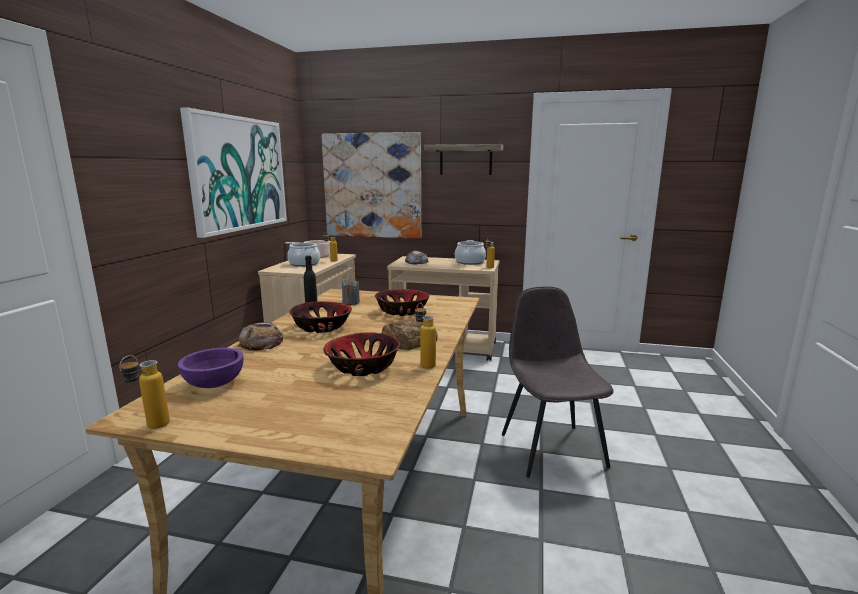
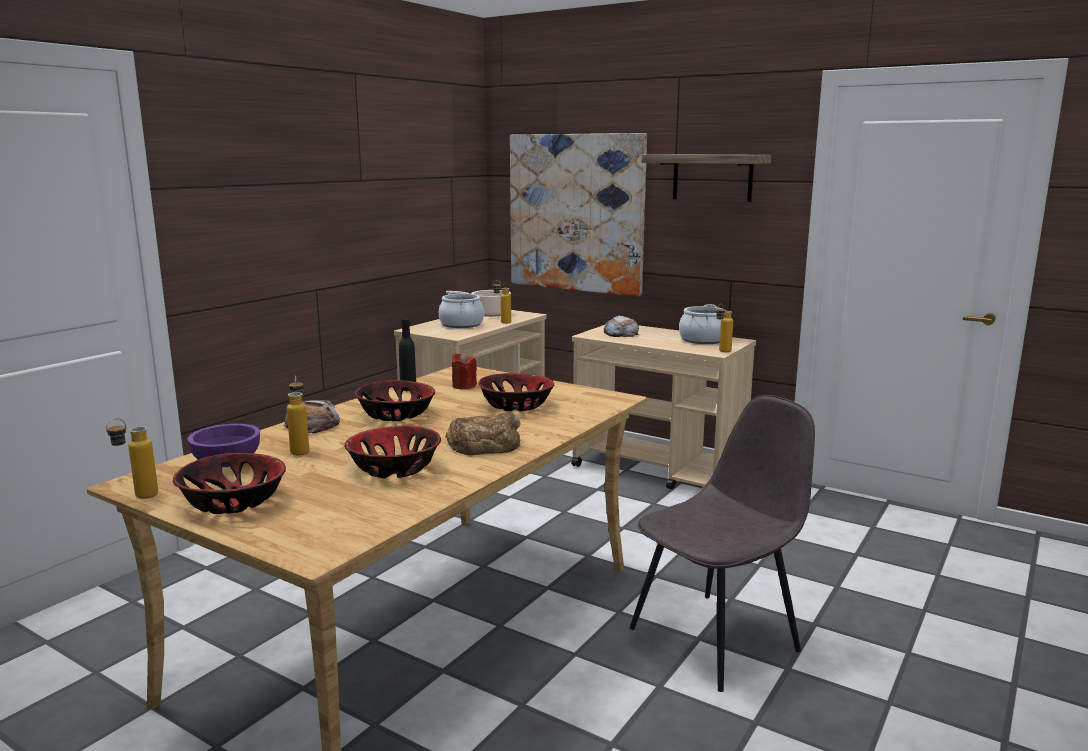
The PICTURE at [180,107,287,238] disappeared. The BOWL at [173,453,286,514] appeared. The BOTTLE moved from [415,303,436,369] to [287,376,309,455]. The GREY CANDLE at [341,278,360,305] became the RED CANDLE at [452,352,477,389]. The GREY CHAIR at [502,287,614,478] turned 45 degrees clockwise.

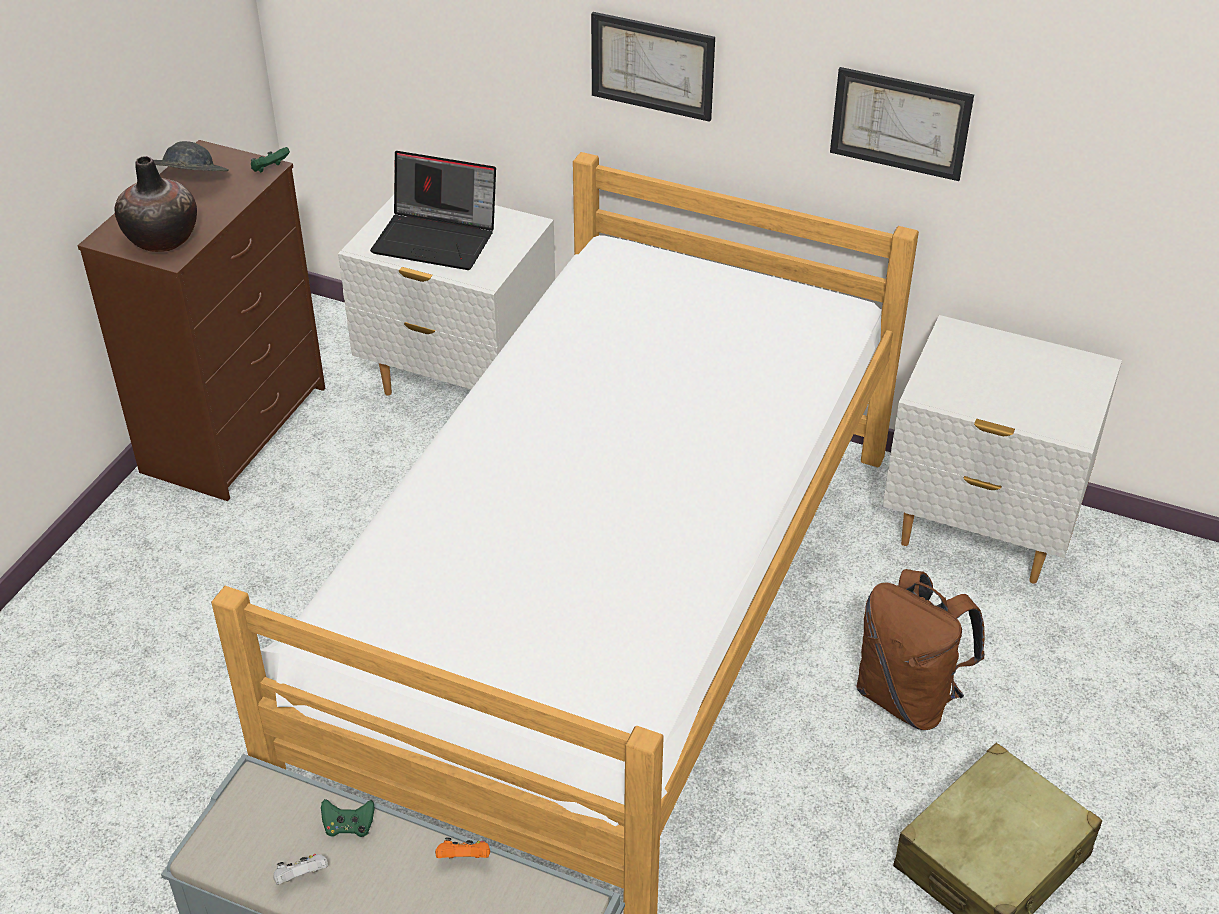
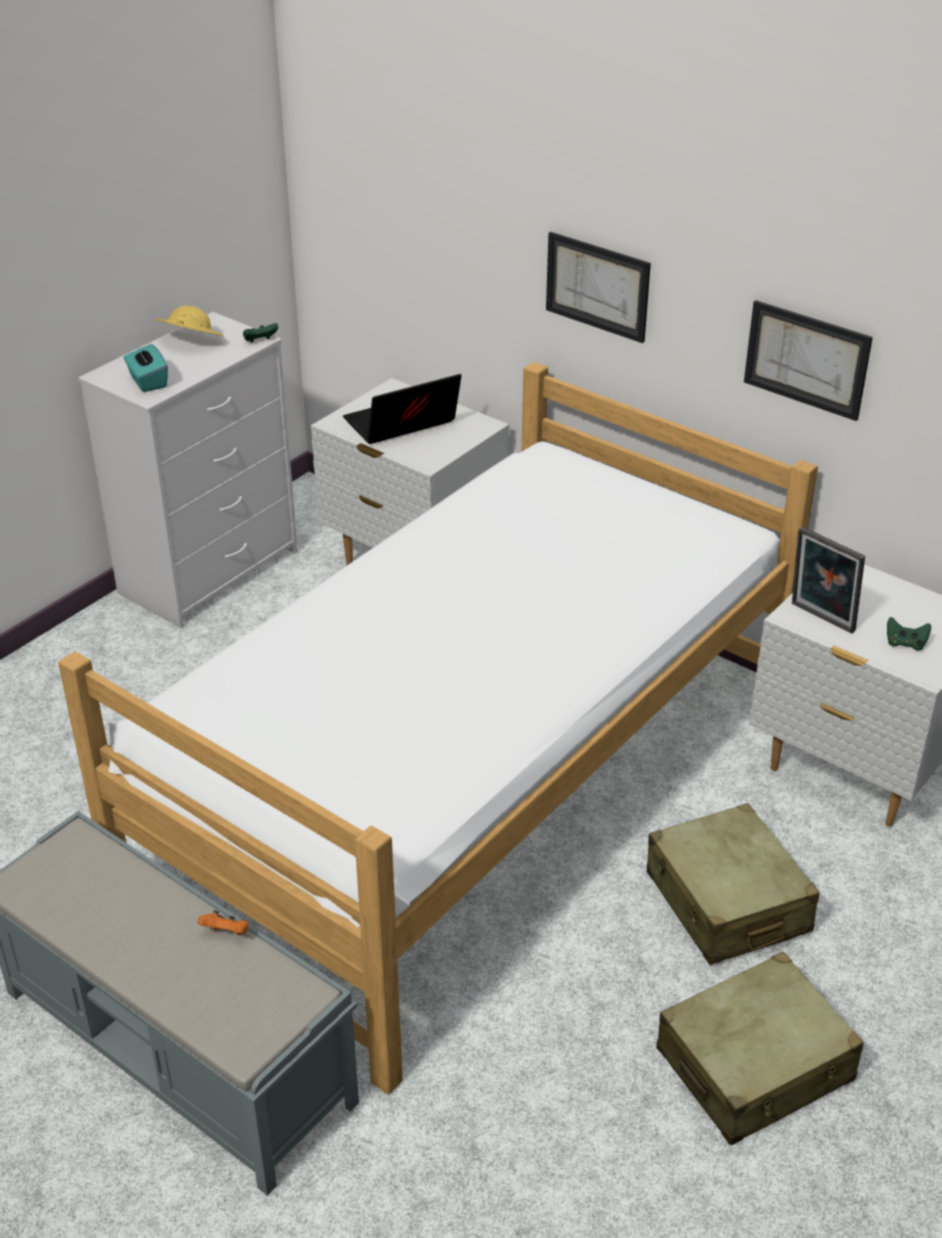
The WHITE GAME CONTROLLER at [273,854,328,885] disappeared. The PICTURE FRAME at [792,527,865,634] appeared. The GREEN GAME CONTROLLER moved from [321,799,375,837] to [887,617,931,651]. The VASE at [115,156,197,252] was replaced by the TURQUOISE TISSUE BOX at [124,344,168,392]. The BROWN BACKPACK at [857,569,985,730] was replaced by the BEIGE SUITCASE at [647,803,820,965]. The BROWN DRESSER at [78,140,325,501] became the WHITE DRESSER at [78,312,298,628]. The GREY HAT at [153,141,229,171] became the YELLOW HAT at [155,305,224,336]. The LAPTOP at [370,151,496,270] turned 120 degrees clockwise.

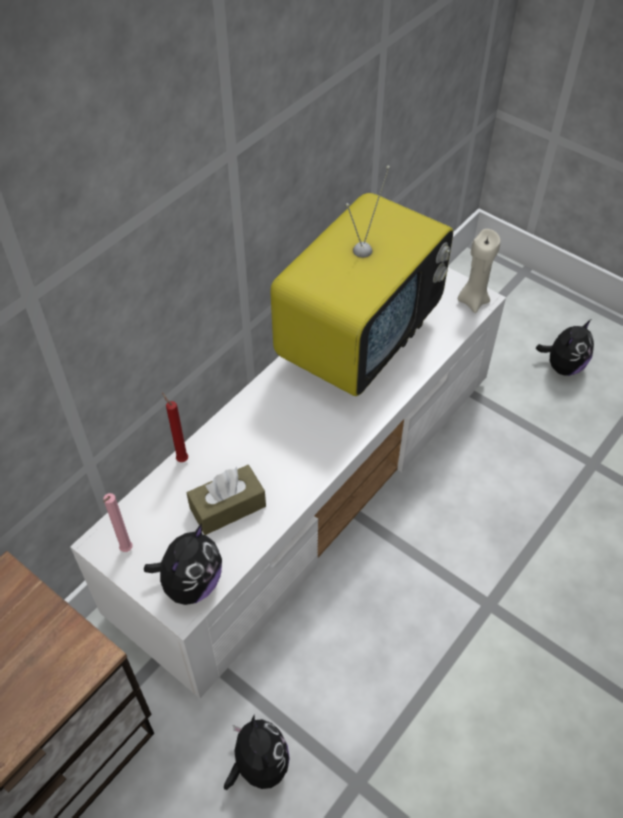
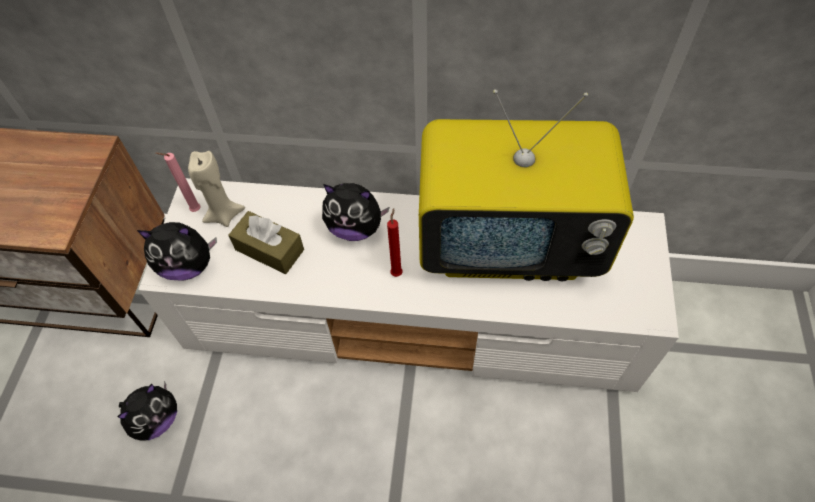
The RED CANDLE moved from [162,393,188,462] to [387,208,403,277]. The BEIGE CANDLE moved from [458,229,500,313] to [188,151,245,227]. The PLUSH TOY moved from [536,319,594,376] to [322,183,389,241].

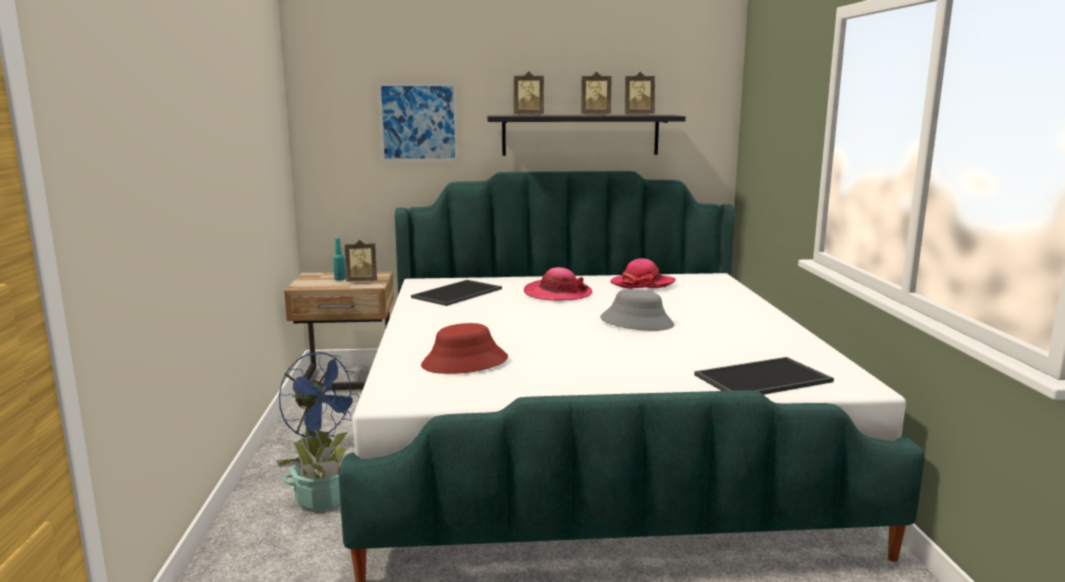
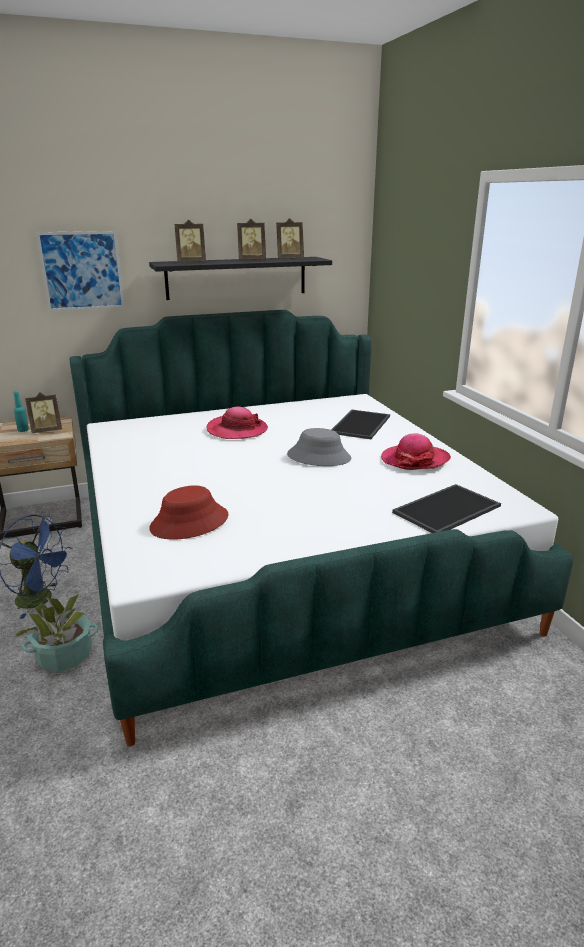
The TRAY moved from [411,280,502,306] to [331,410,390,439]. The HAT moved from [610,258,676,289] to [381,434,451,470].

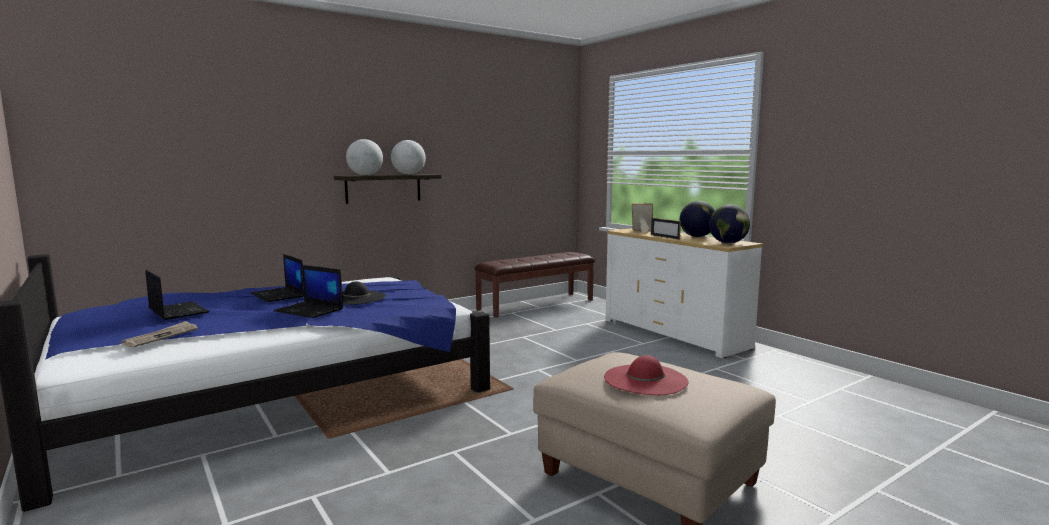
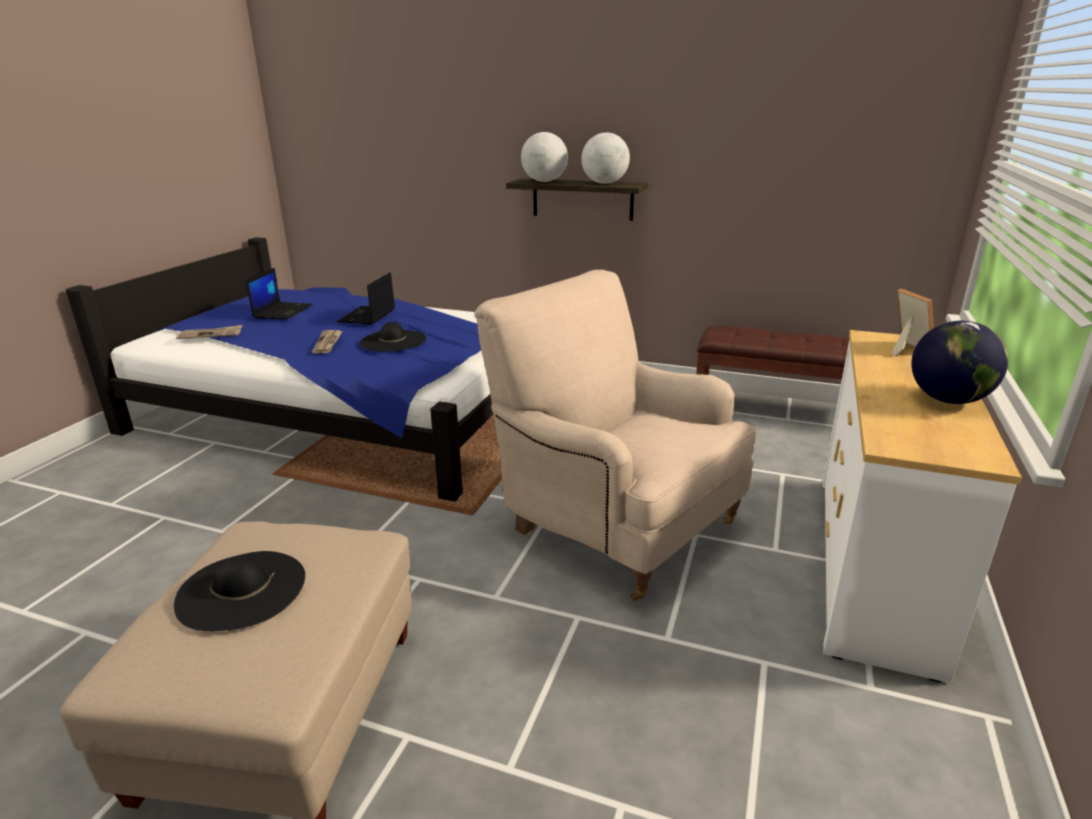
The PICTURE FRAME at [651,218,681,240] disappeared. The GLOBE at [709,204,750,244] disappeared. The BEIGE ARMCHAIR at [474,270,756,601] appeared. The LAPTOP at [273,265,343,318] was replaced by the NEWSPAPER at [312,330,343,354]. The RED HAT at [604,355,689,395] became the BLACK HAT at [174,551,305,631].

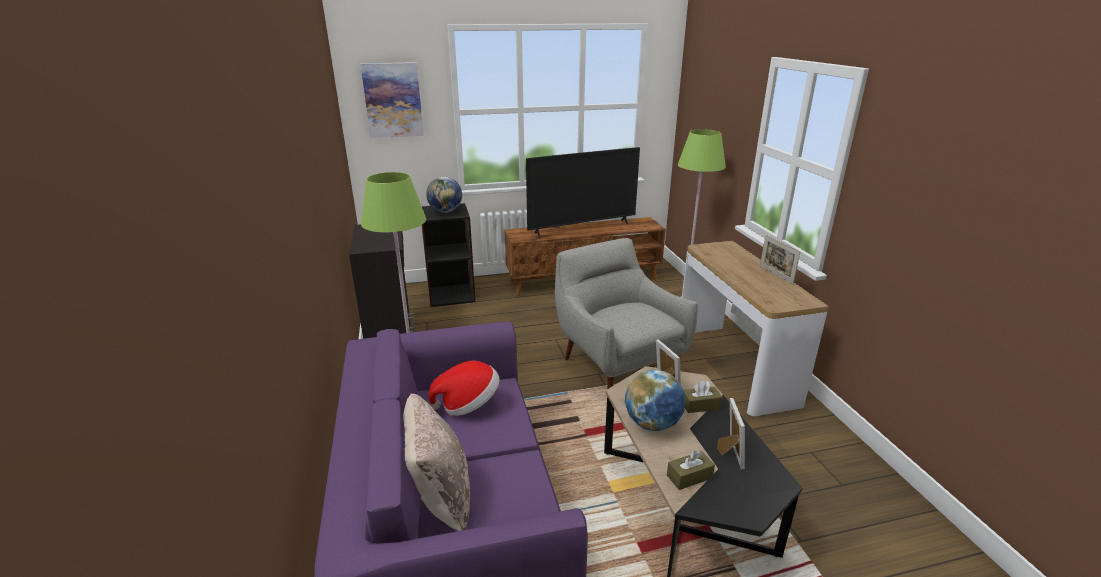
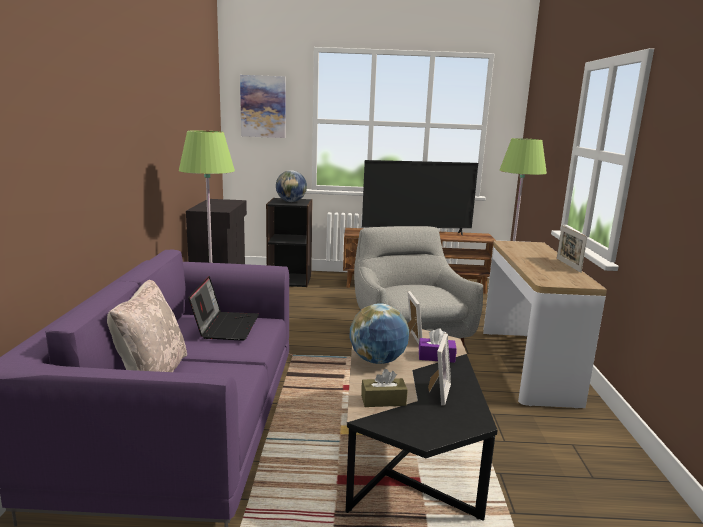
The HAT at [429,361,500,416] was replaced by the LAPTOP at [188,276,259,341]. The BROWN TISSUE BOX at [684,380,723,413] became the PURPLE TISSUE BOX at [419,328,457,363].

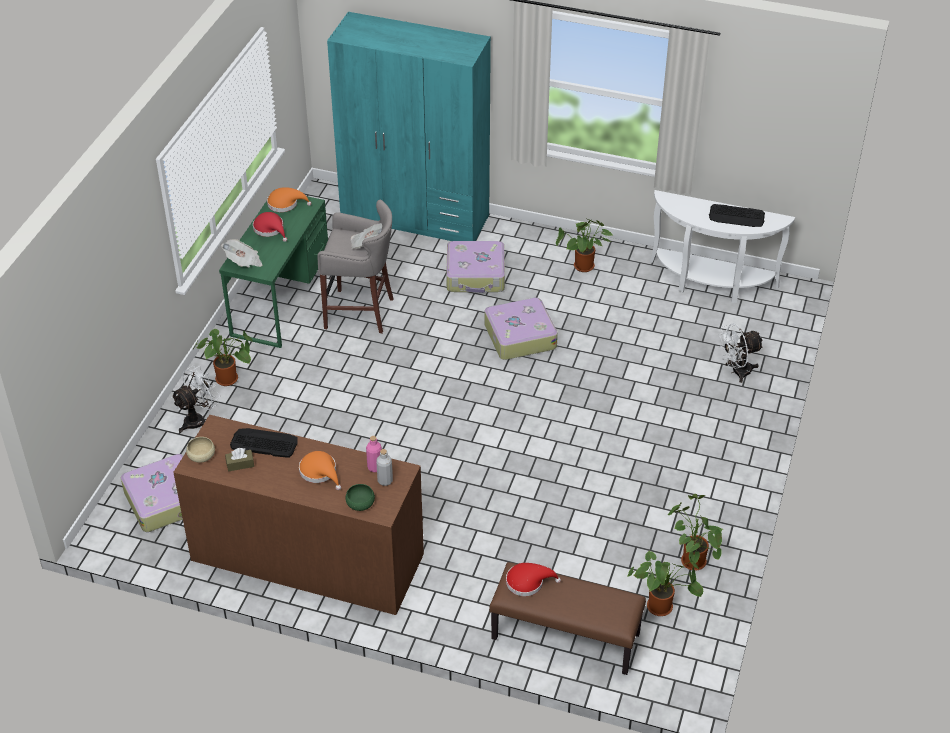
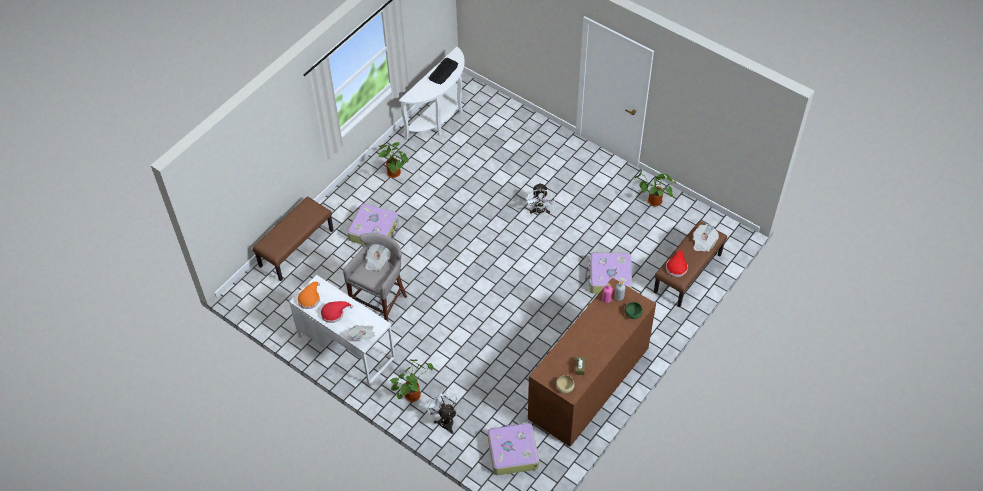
The KEYBOARD at [230,428,298,458] disappeared. The ORANGE HAT at [299,451,341,490] disappeared. The POTTED PLANT at [628,551,703,616] disappeared. The NEWSPAPER at [693,224,719,252] appeared. The SUITCASE moved from [484,297,558,360] to [585,252,632,294]. The WHITE FAN moved from [718,323,764,383] to [526,183,555,214]. The TURQUOISE WARDROBE at [327,11,491,241] was replaced by the BROWN BENCH at [252,197,334,281]. The GREEN DESK at [219,196,328,348] became the WHITE DESK at [289,275,395,385].

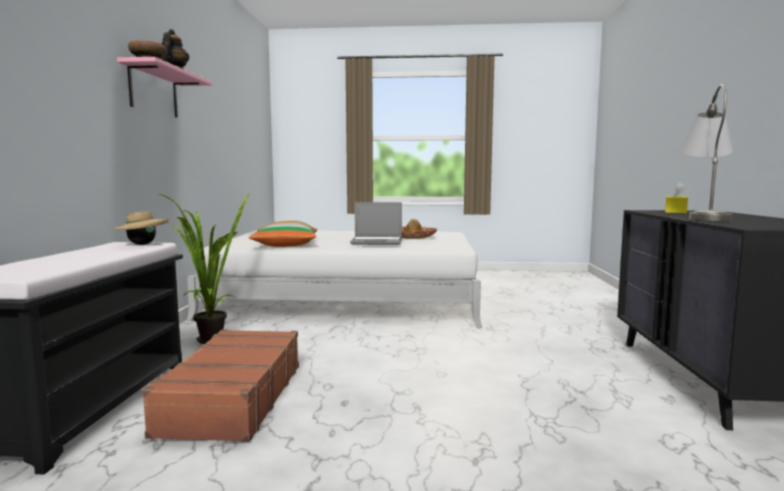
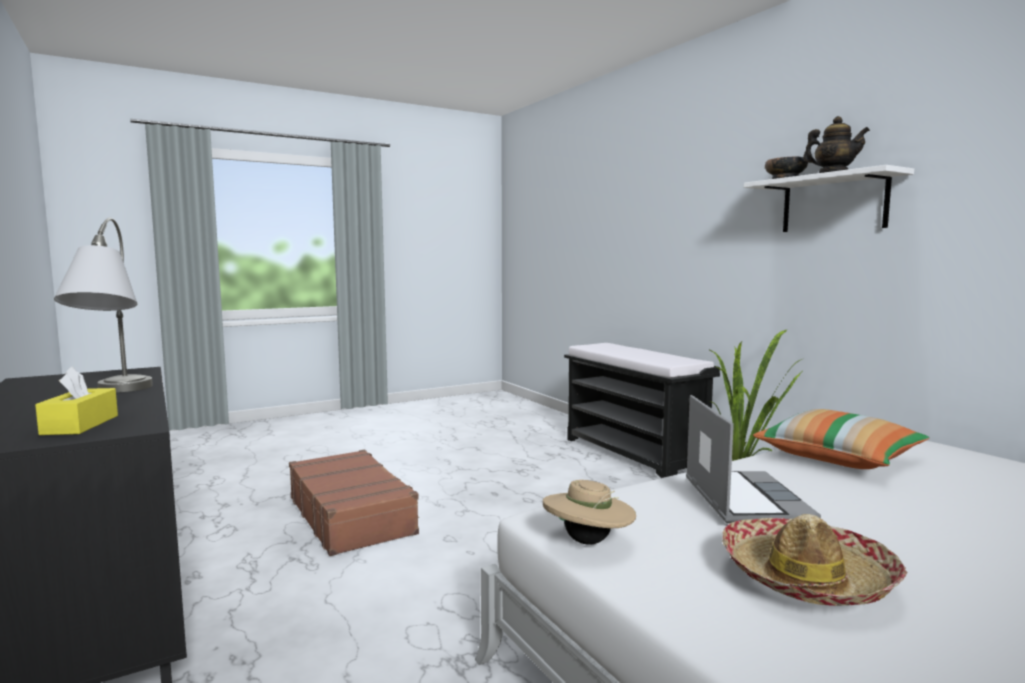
The BEIGE HAT moved from [113,210,169,245] to [543,480,636,545]. The BROWN SUITCASE moved from [142,329,299,442] to [289,450,419,556]. The PINK SHELF at [117,57,212,118] became the WHITE SHELF at [744,165,914,232]. The LAPTOP at [350,202,402,245] turned 120 degrees clockwise.

